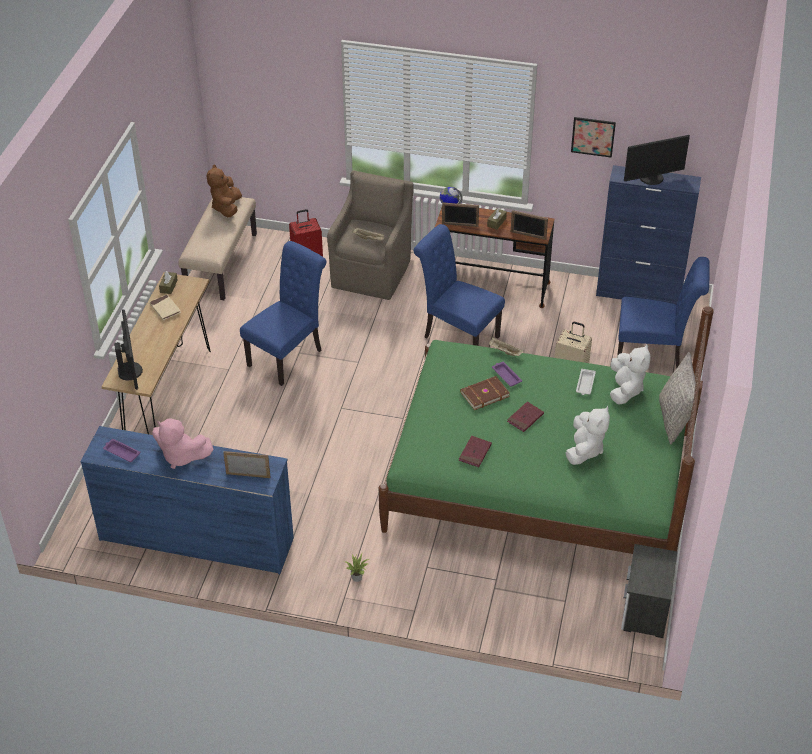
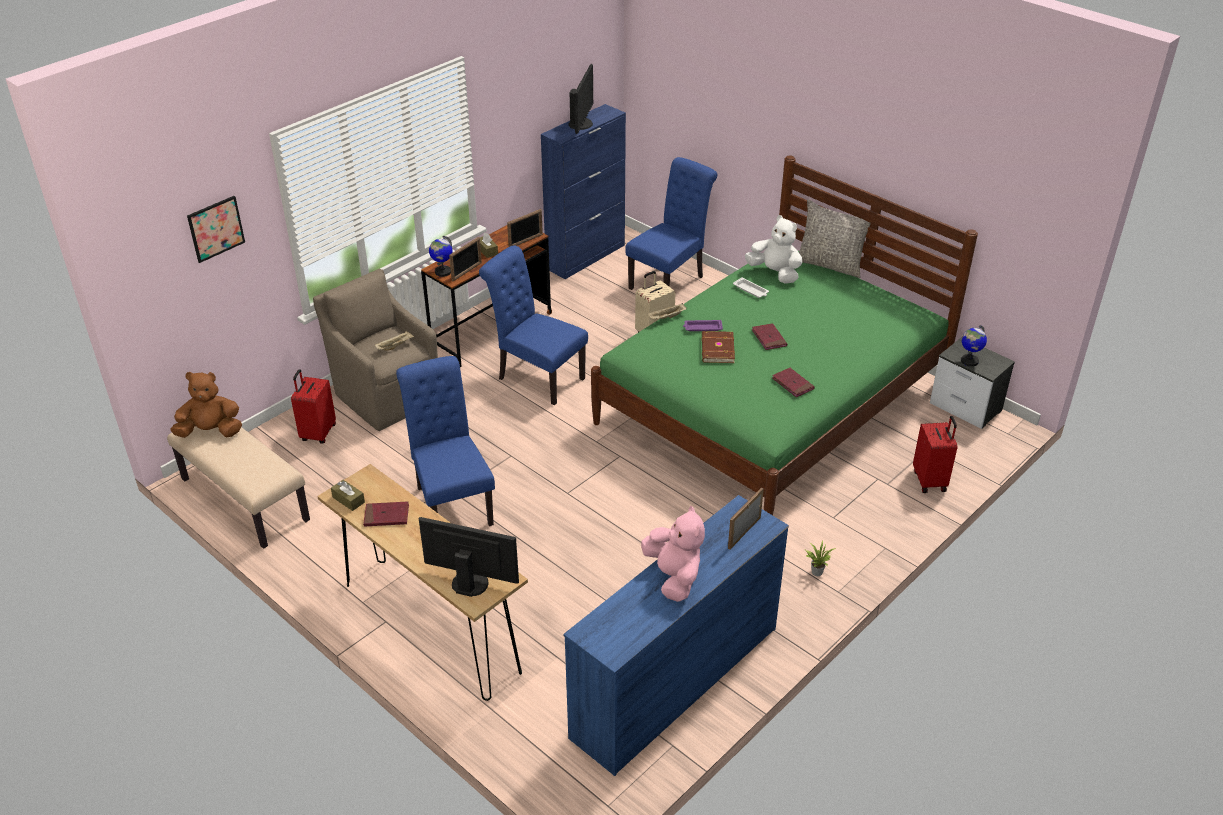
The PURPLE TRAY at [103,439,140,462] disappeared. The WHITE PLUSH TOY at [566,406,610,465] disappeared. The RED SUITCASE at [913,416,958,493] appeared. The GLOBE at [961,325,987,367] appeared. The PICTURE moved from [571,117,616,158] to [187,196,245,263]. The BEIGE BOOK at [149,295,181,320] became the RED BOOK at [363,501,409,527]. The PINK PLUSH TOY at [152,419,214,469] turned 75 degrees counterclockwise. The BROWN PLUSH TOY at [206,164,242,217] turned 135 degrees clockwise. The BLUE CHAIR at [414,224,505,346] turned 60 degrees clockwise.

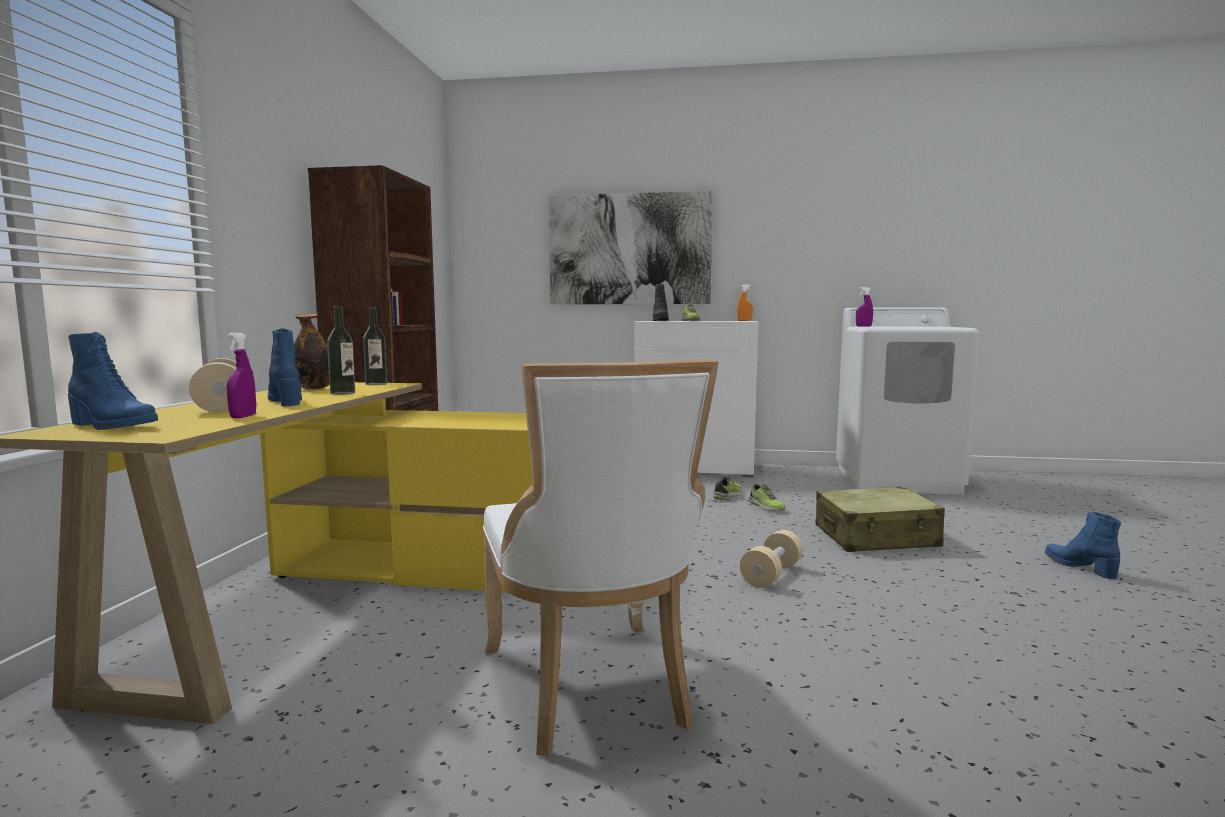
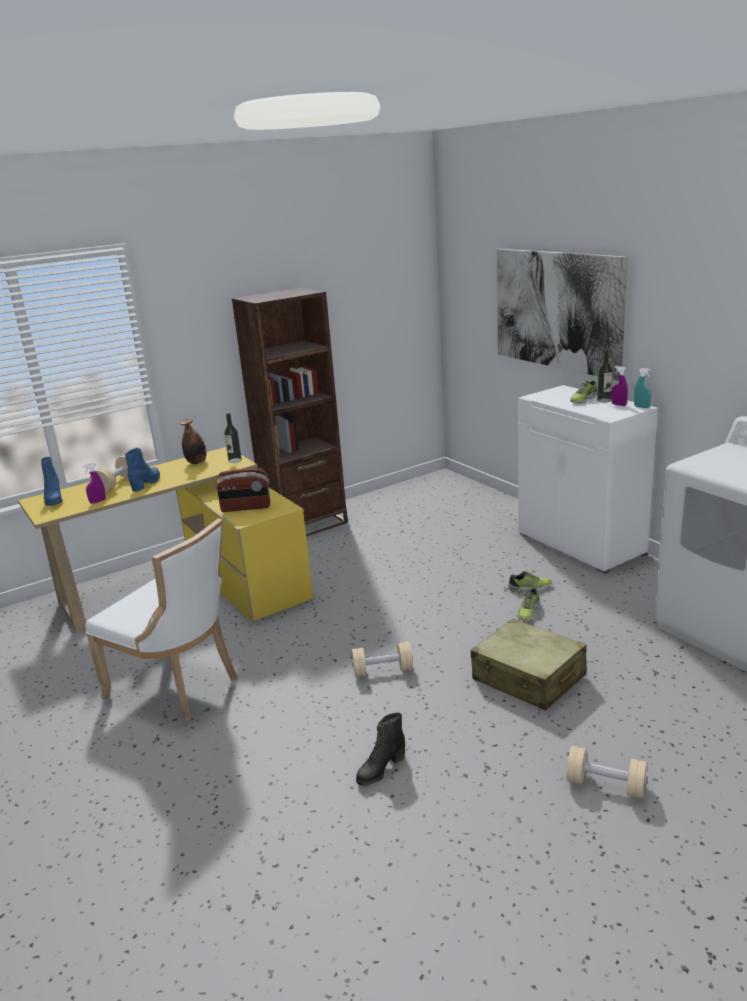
The RADIO at [215,468,270,512] appeared. The BOTTLE moved from [327,306,355,395] to [597,350,613,403]. The BLACK BOOT moved from [653,283,669,321] to [356,712,405,786]. The PURPLE SPRAY BOTTLE moved from [856,287,873,327] to [611,366,628,406]. The BLUE BOOT at [1045,512,1121,579] was replaced by the BEIGE DUMBBELL at [566,746,647,799]. The ORANGE SPRAY BOTTLE at [737,285,753,321] became the TURQUOISE SPRAY BOTTLE at [634,368,652,408]. The WHITE CHAIR at [483,359,718,757] turned 90 degrees counterclockwise.

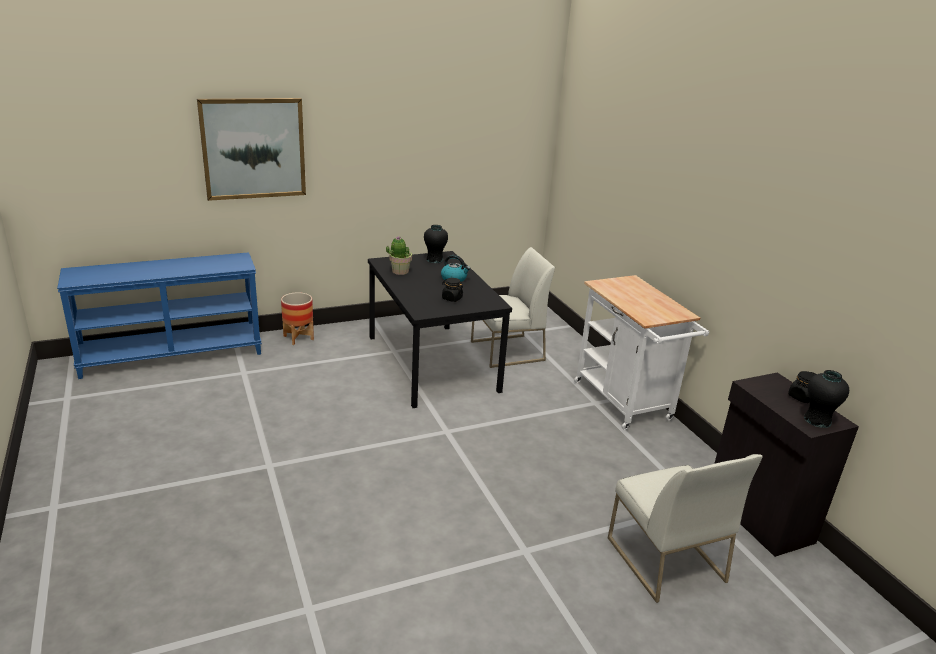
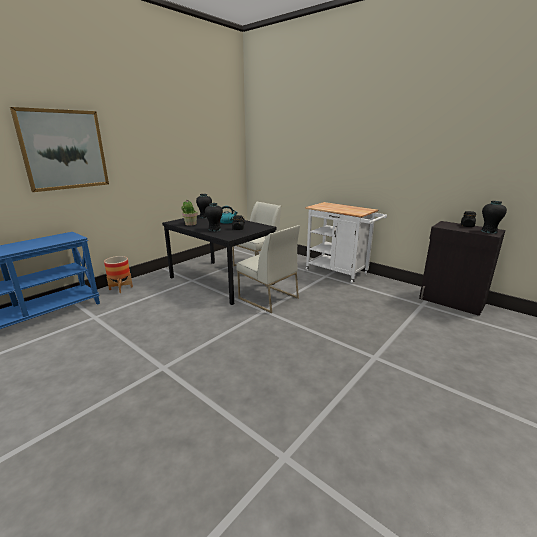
The BLACK VASE at [205,203,223,231] appeared. The WHITE CHAIR moved from [608,454,763,603] to [236,225,300,313].

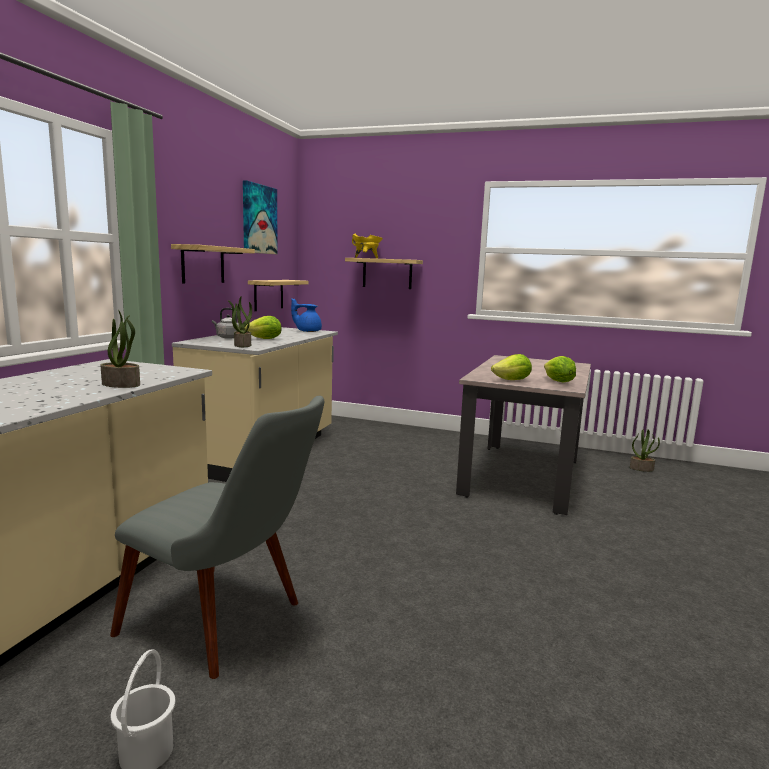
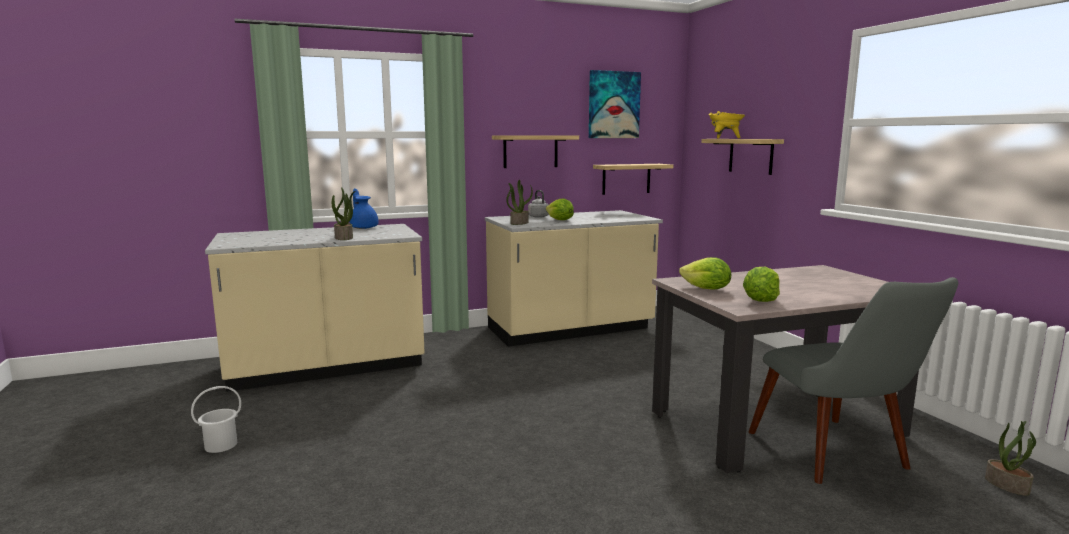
The GREY CHAIR moved from [110,396,324,679] to [749,277,958,484]. The BLUE TEAPOT moved from [291,298,322,332] to [349,188,379,229].

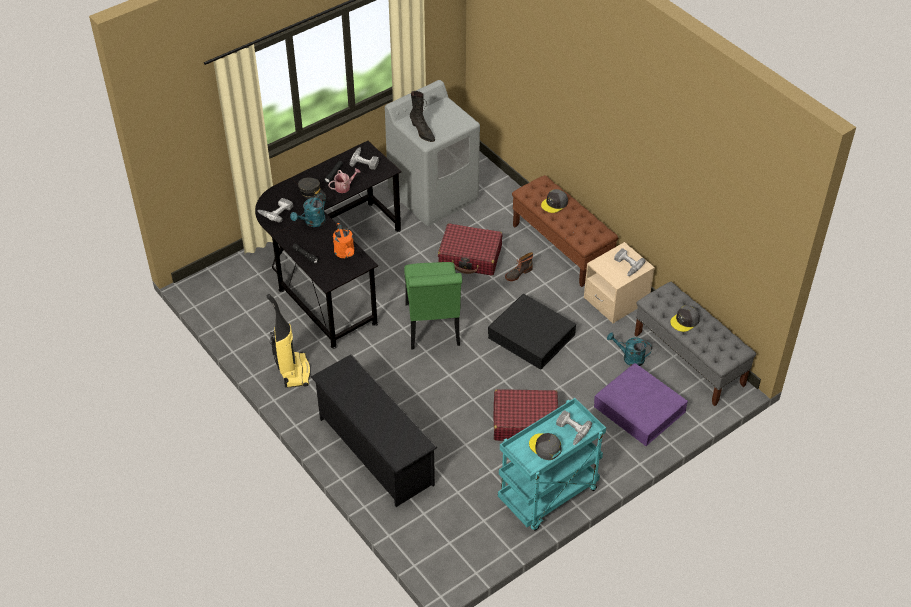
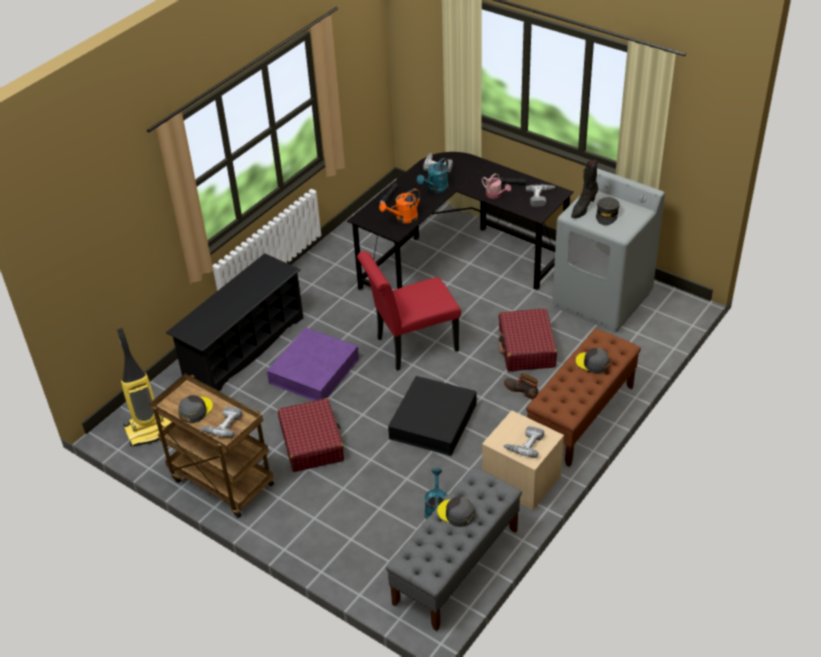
The VACUUM CLEANER moved from [267,294,311,388] to [117,328,172,447]. The GREY CAP moved from [298,177,326,200] to [596,197,620,225]. The PURPLE STORAGE BOX moved from [594,363,688,446] to [267,328,359,401]. The GREEN CHAIR at [404,262,462,350] became the RED CHAIR at [357,251,461,371]. The TURQUOISE CART at [498,398,606,531] became the BROWN CART at [149,373,274,518]. The TURQUOISE WATERING CAN at [290,193,326,227] turned 75 degrees counterclockwise.

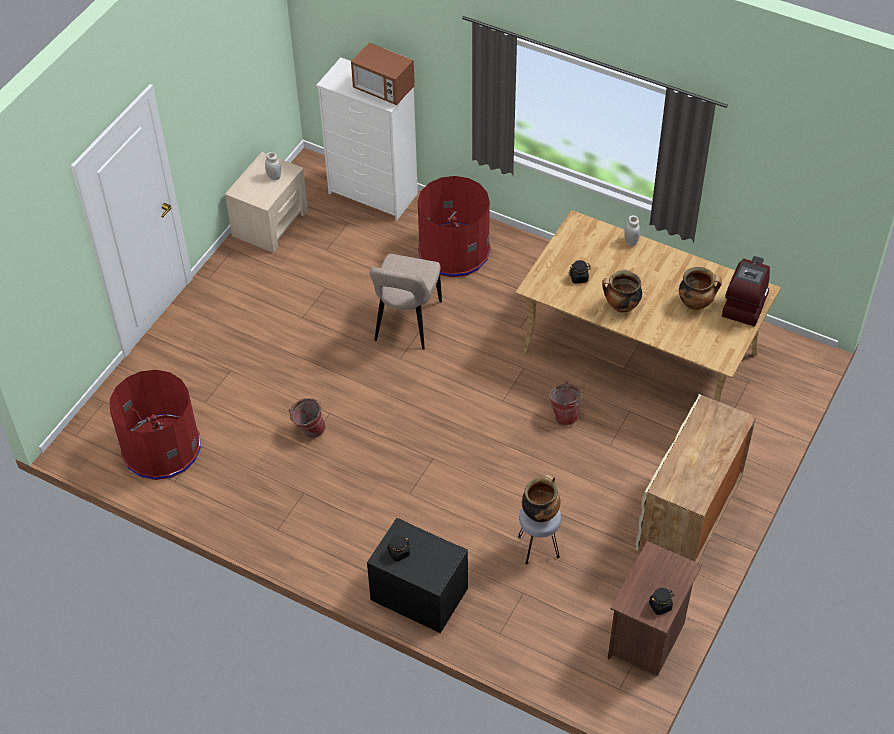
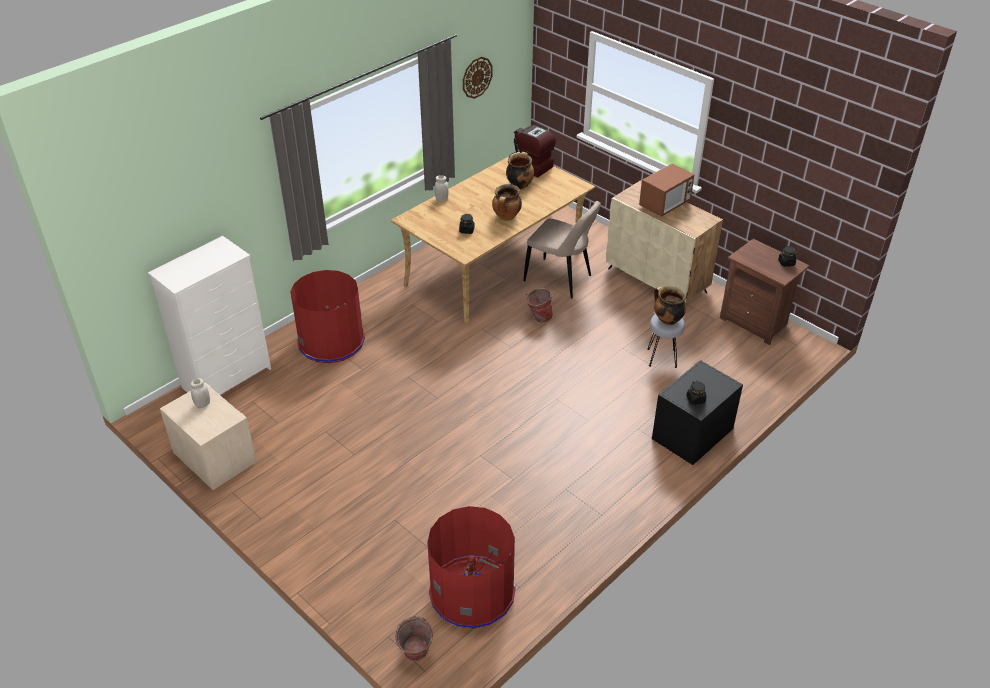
The WALL CLOCK at [463,57,492,99] appeared. The BUCKET moved from [289,398,325,438] to [393,616,433,661]. The MICROWAVE moved from [351,42,415,105] to [639,163,694,217]. The BEIGE CHAIR moved from [369,254,442,350] to [523,201,601,299].

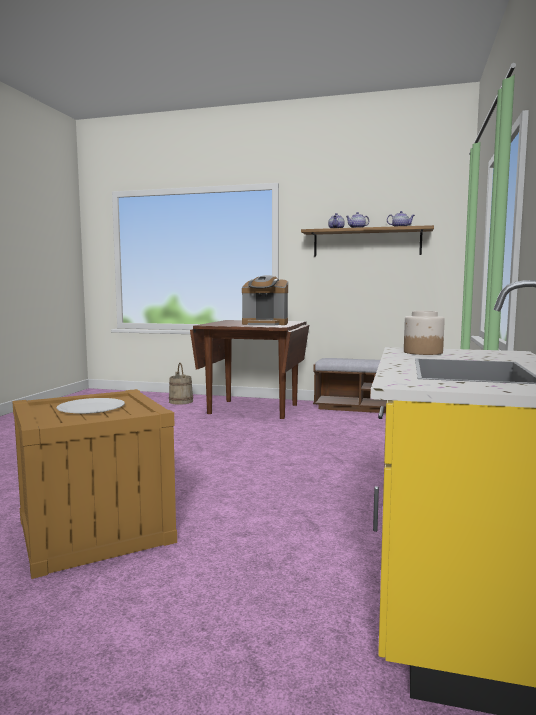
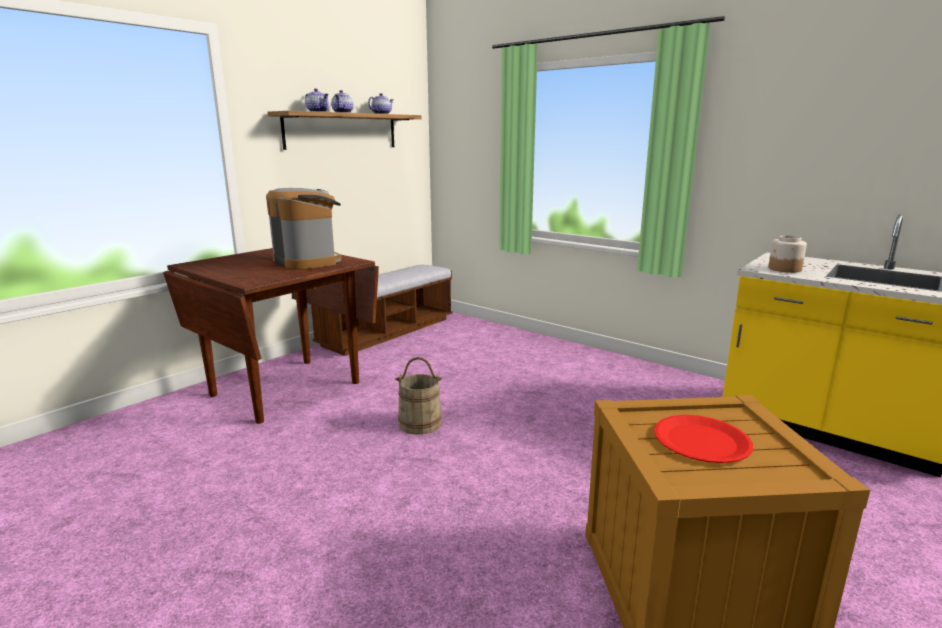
The BEIGE BUCKET moved from [169,363,193,405] to [395,357,442,435]. The WHITE PLATE at [56,398,125,414] became the RED PLATE at [654,415,753,463]. The COFFEE MACHINE at [242,275,288,326] turned 75 degrees counterclockwise.

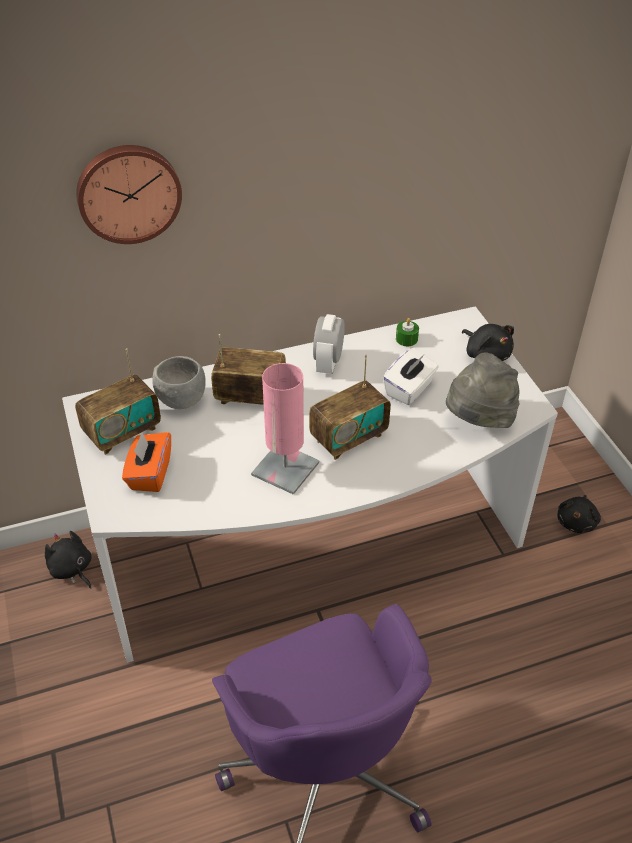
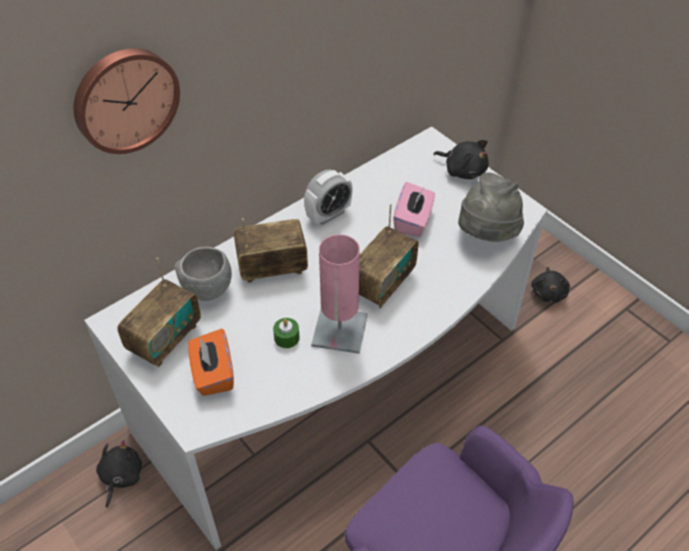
The GREEN CANDLE moved from [396,318,419,346] to [273,318,300,348]. The WHITE TISSUE BOX at [383,348,439,405] became the PINK TISSUE BOX at [393,182,435,237]. The BLACK PLUSH TOY at [45,531,92,589] turned 75 degrees clockwise. The ALARM CLOCK at [313,314,345,374] turned 120 degrees counterclockwise.

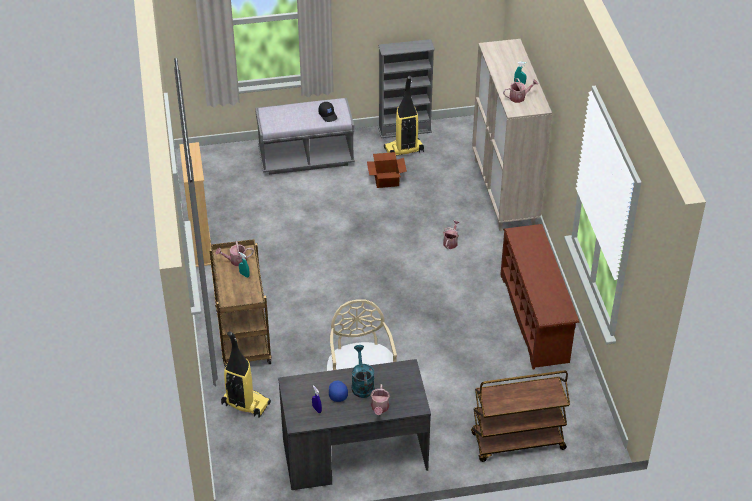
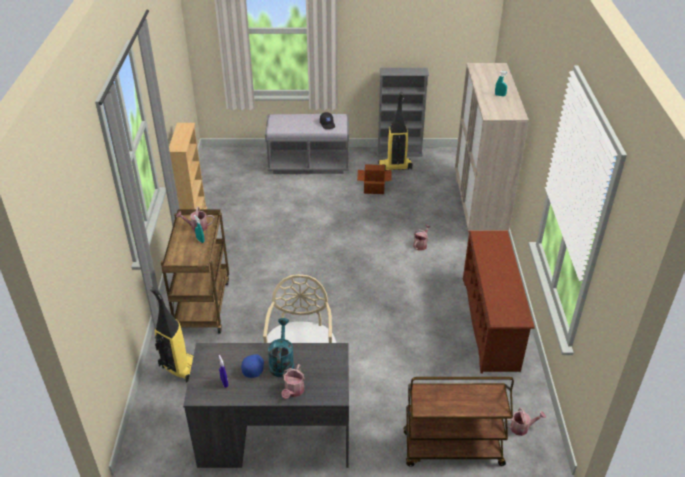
The WATERING CAN moved from [503,78,538,103] to [504,408,546,436].

